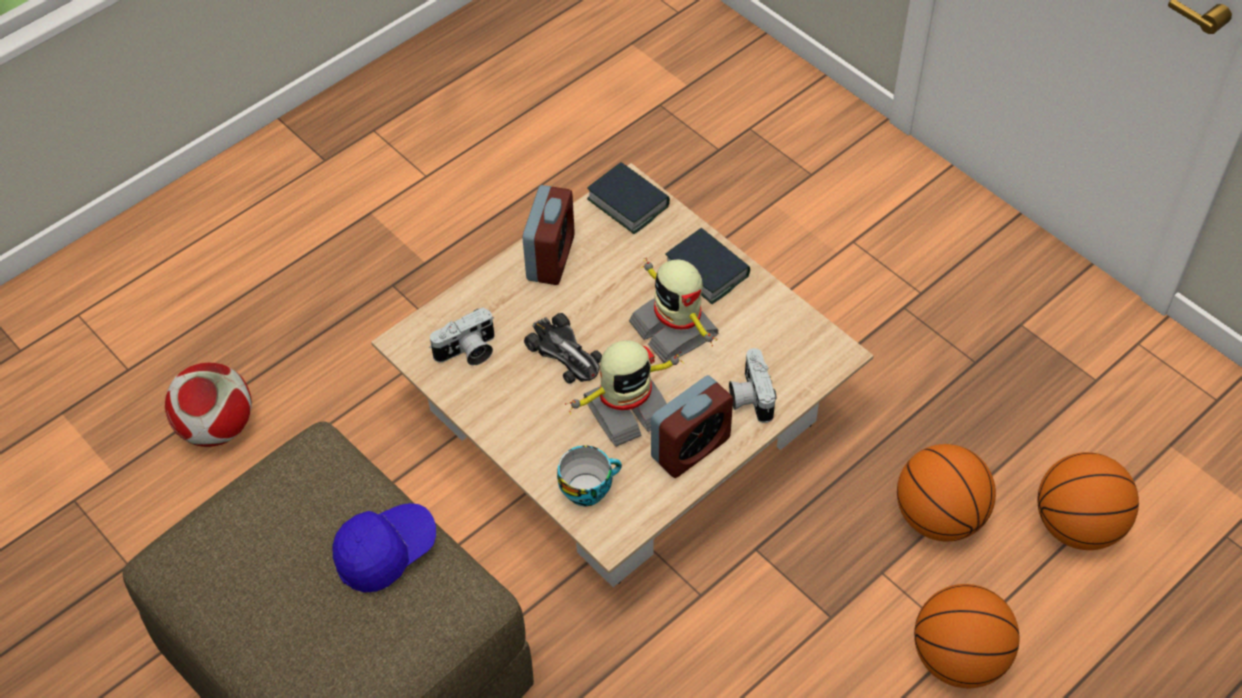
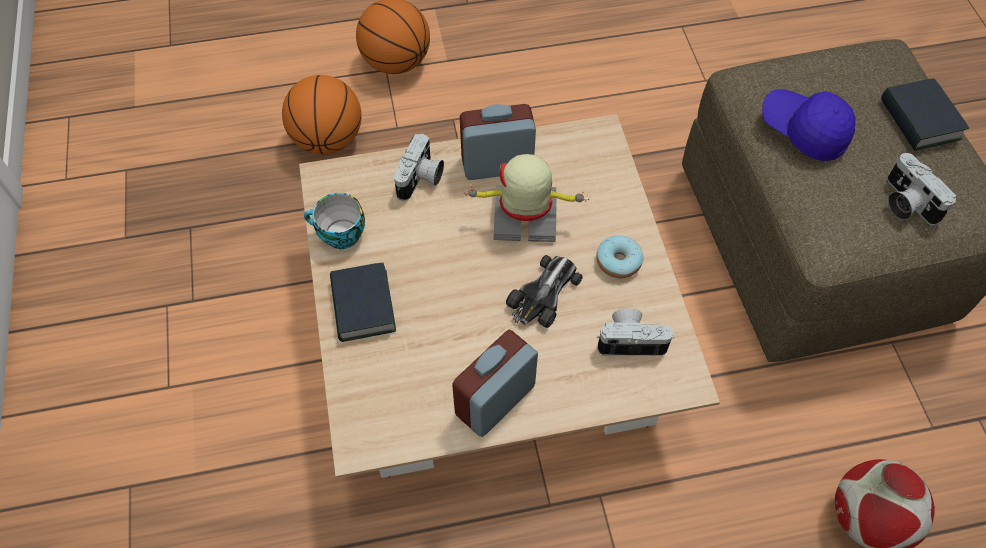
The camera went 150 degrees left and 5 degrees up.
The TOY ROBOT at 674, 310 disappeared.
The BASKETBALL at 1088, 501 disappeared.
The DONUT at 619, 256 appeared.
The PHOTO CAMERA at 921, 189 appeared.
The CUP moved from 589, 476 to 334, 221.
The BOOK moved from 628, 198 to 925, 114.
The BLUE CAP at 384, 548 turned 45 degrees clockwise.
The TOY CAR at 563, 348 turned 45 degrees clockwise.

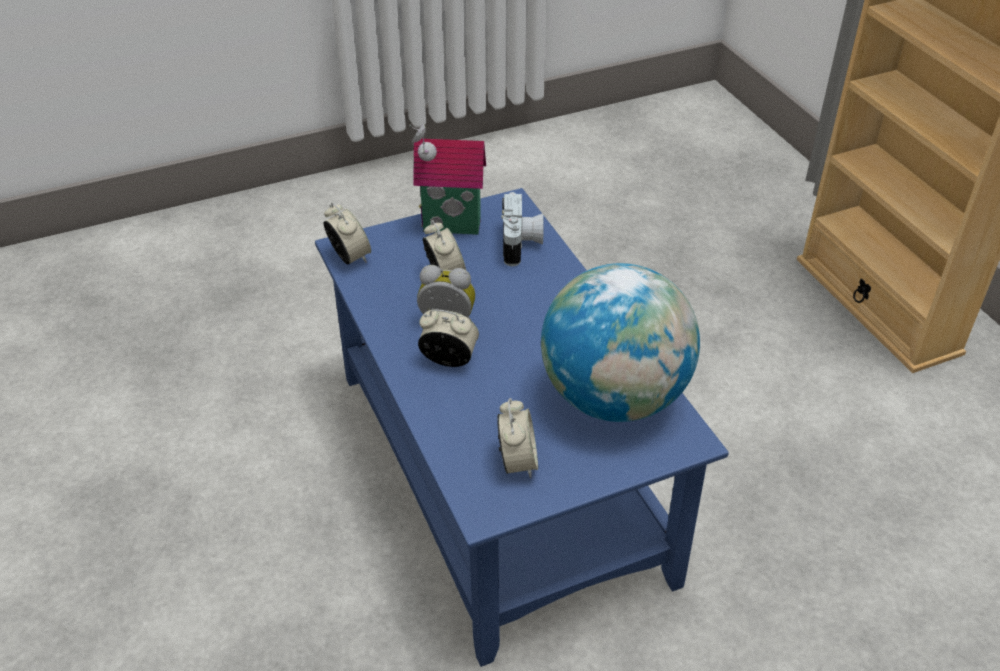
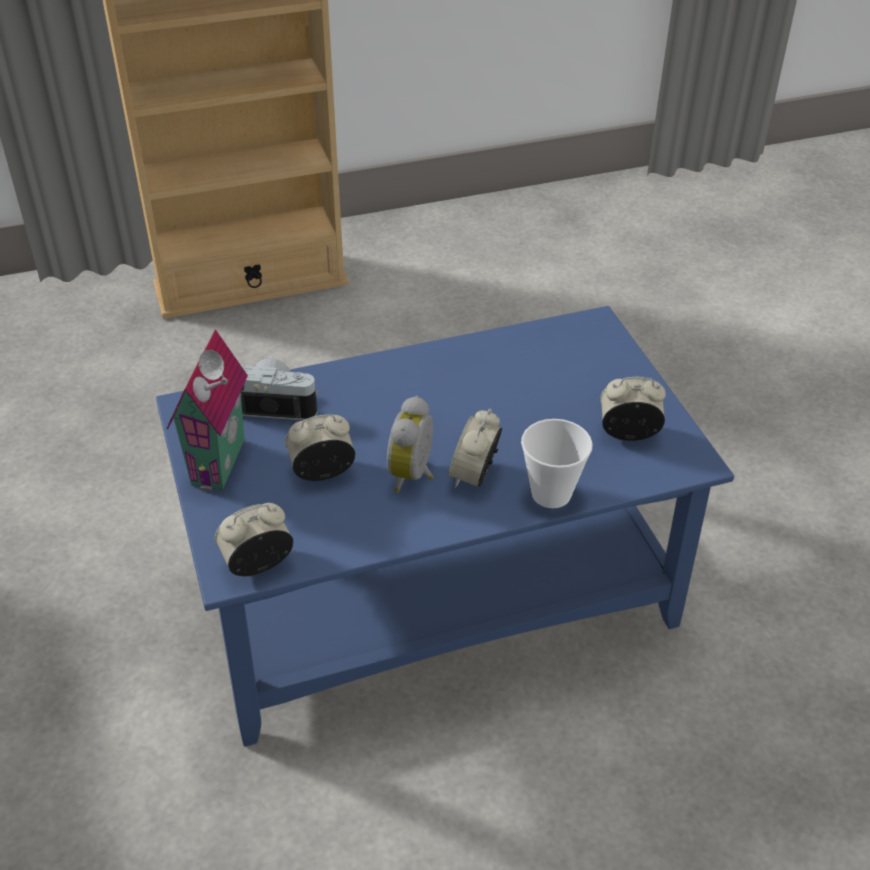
The camera went 85 degrees left and 0 degrees up.
The GLOBE at 620, 342 disappeared.
The CUP at 557, 463 appeared.

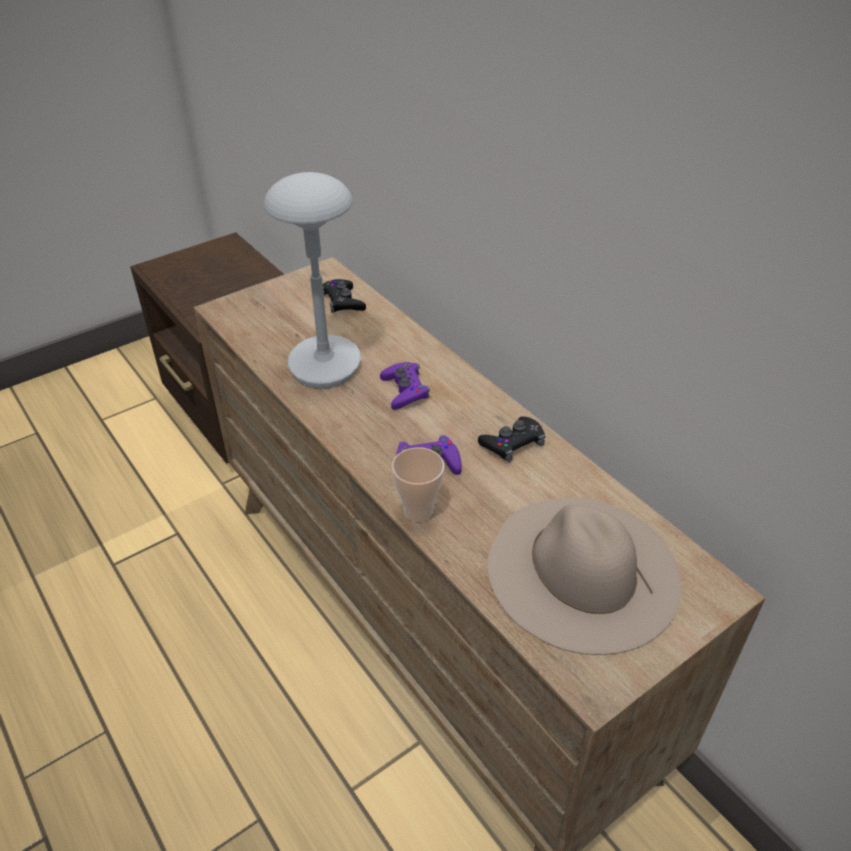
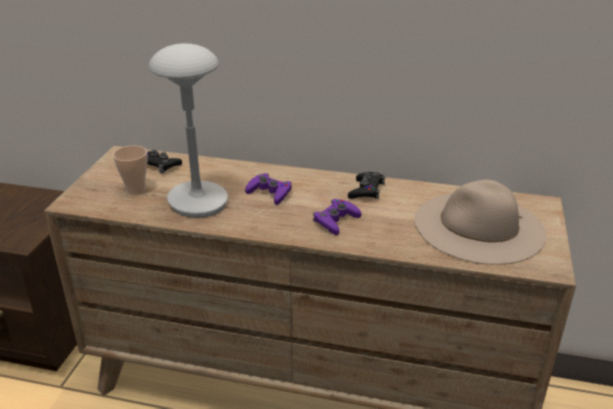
The camera went 40 degrees left and 10 degrees down.
The CUP moved from 418, 484 to 130, 170.

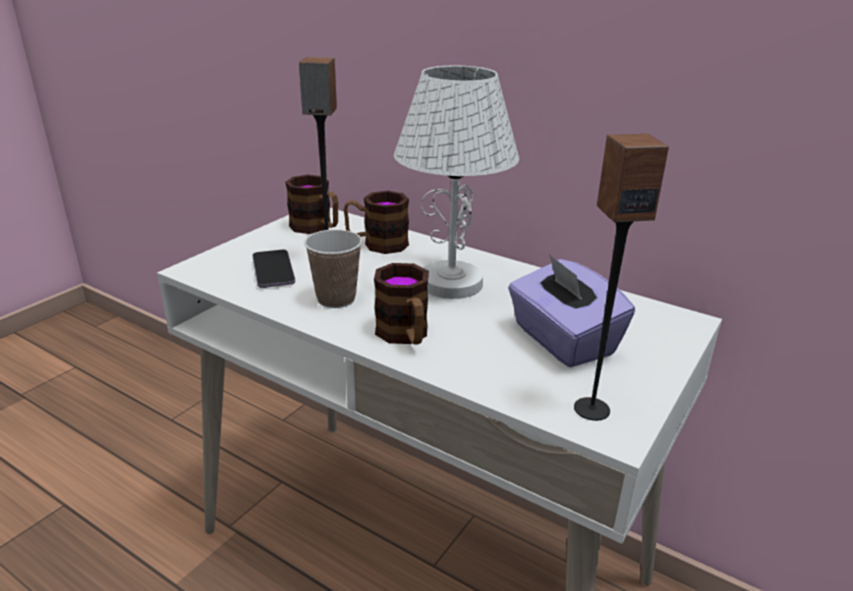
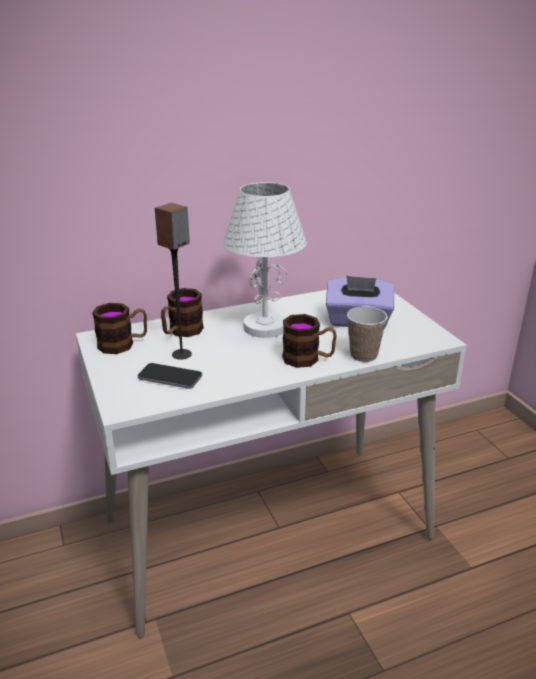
The camera went 55 degrees left and 0 degrees up.
The SPEAKER at 621, 277 disappeared.
The CUP moved from 333, 268 to 367, 334.

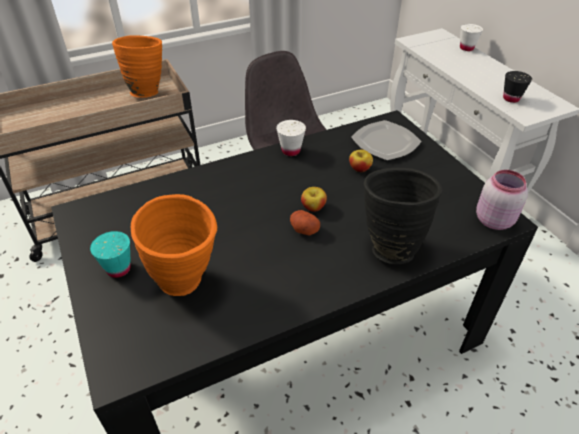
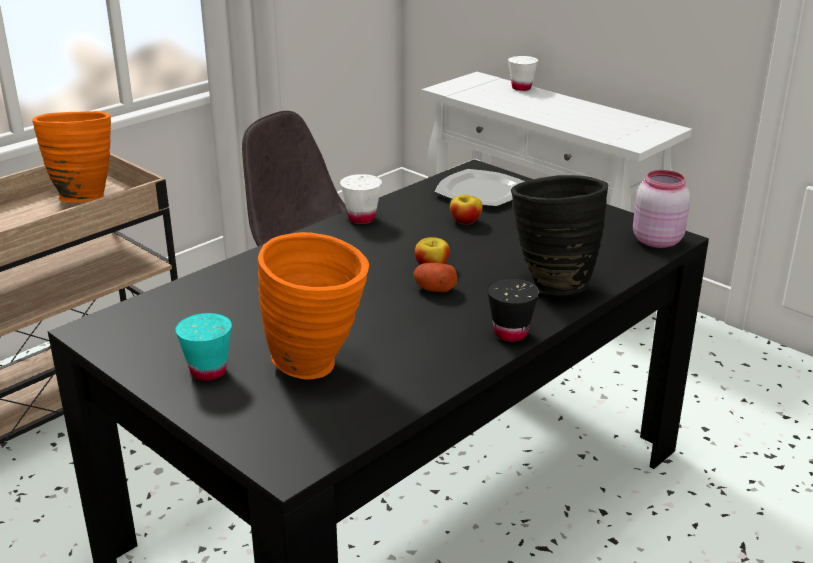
The camera went 20 degrees left and 15 degrees down.
The BLACK CUP moved from 517, 87 to 513, 310.

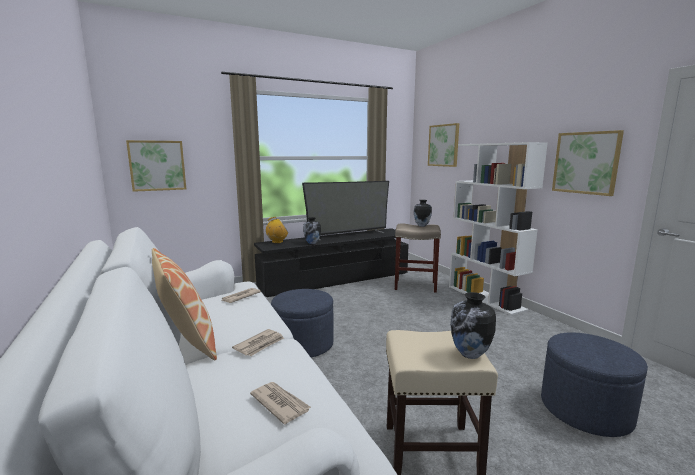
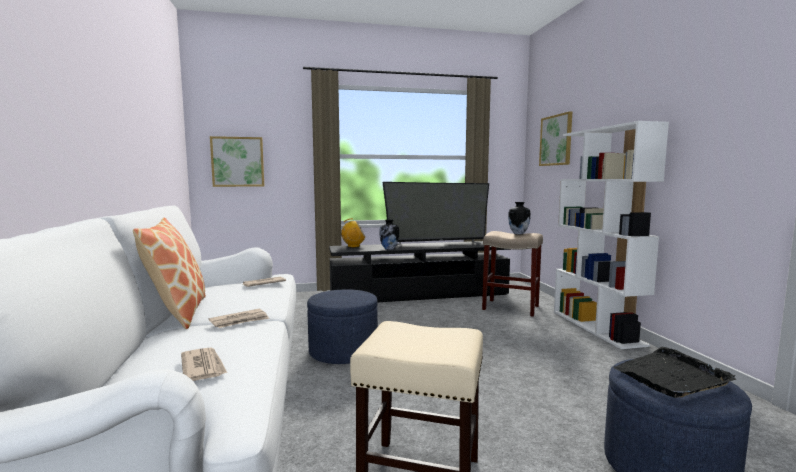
The camera went 15 degrees right and 5 degrees down.
The VASE at 473, 325 disappeared.
The PICTURE at 588, 163 disappeared.
The BLACK TRAY at 674, 372 appeared.

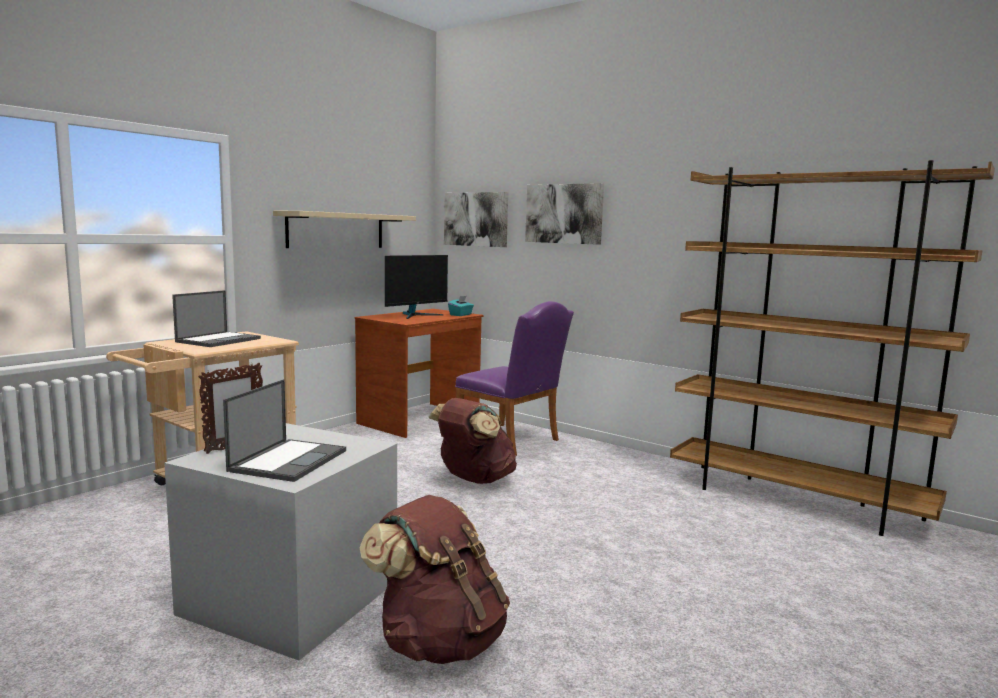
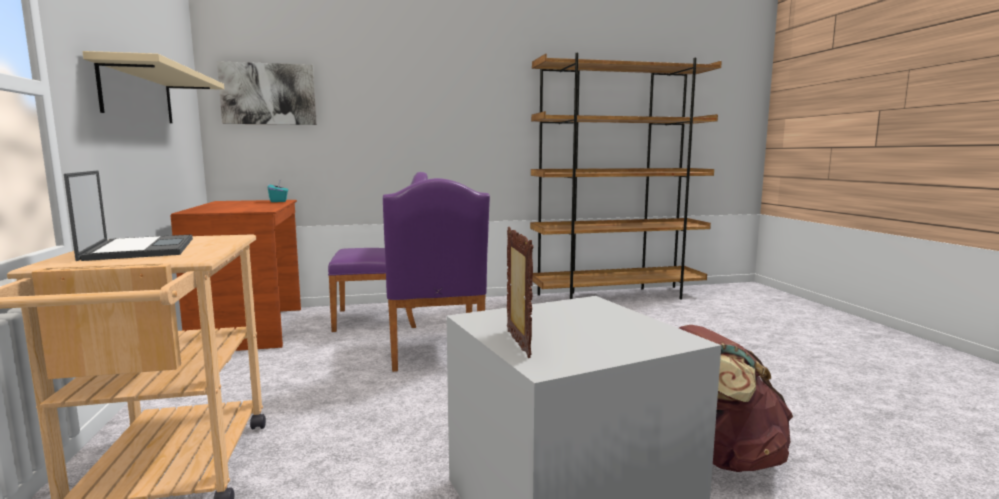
The camera went 50 degrees left and 0 degrees up.
The LAPTOP at 284, 430 disappeared.
The MONITOR at 416, 287 disappeared.
The PICTURE at 564, 214 disappeared.
The BROWN BACKPACK at 472, 441 was replaced by the PURPLE CHAIR at 436, 275.

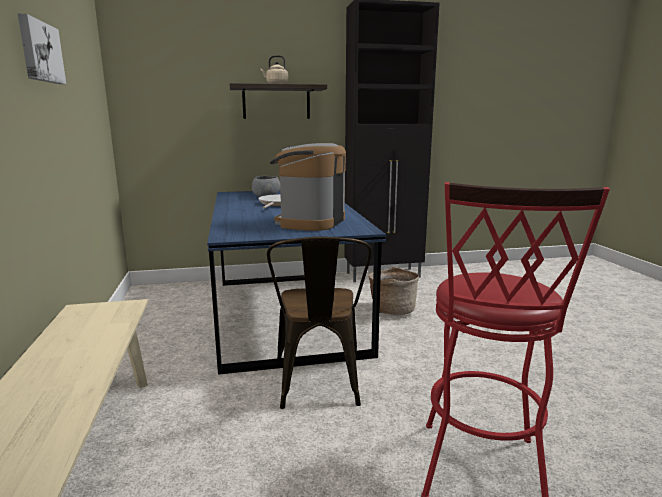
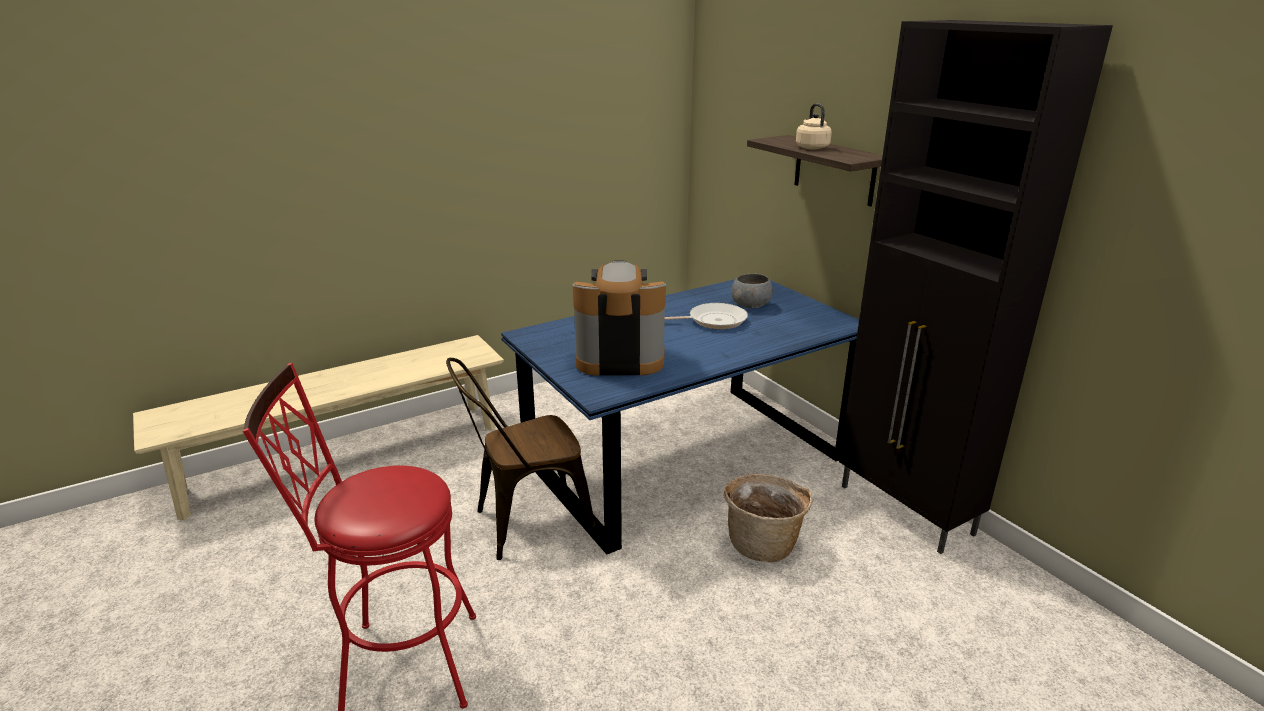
The camera went 70 degrees right and 10 degrees up.
The PICTURE at 42, 48 disappeared.

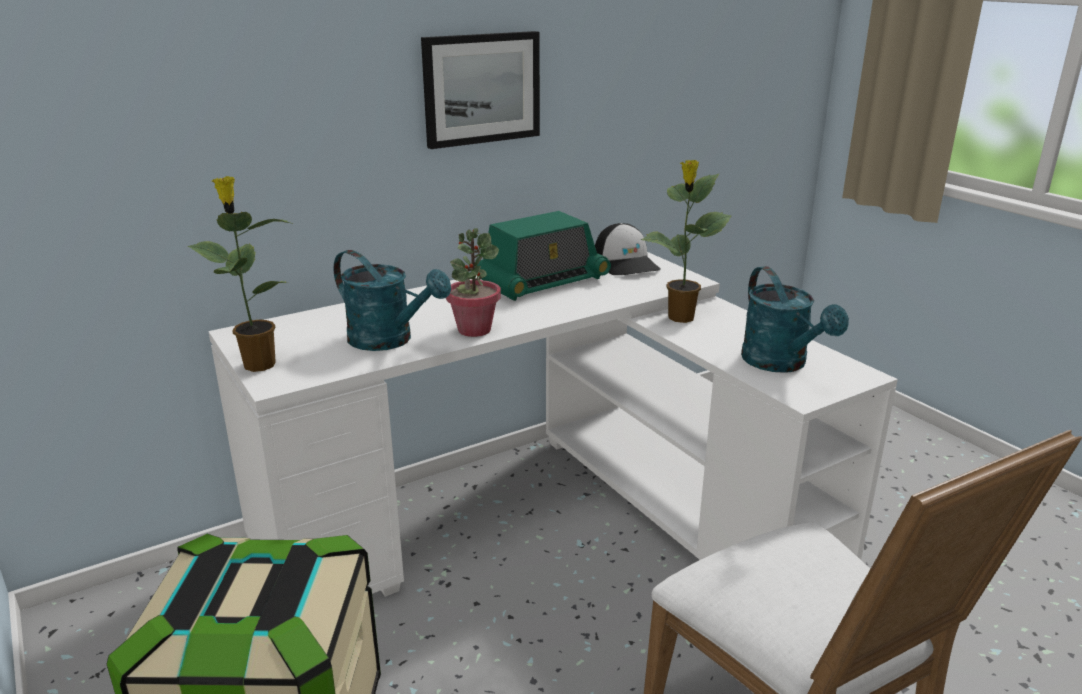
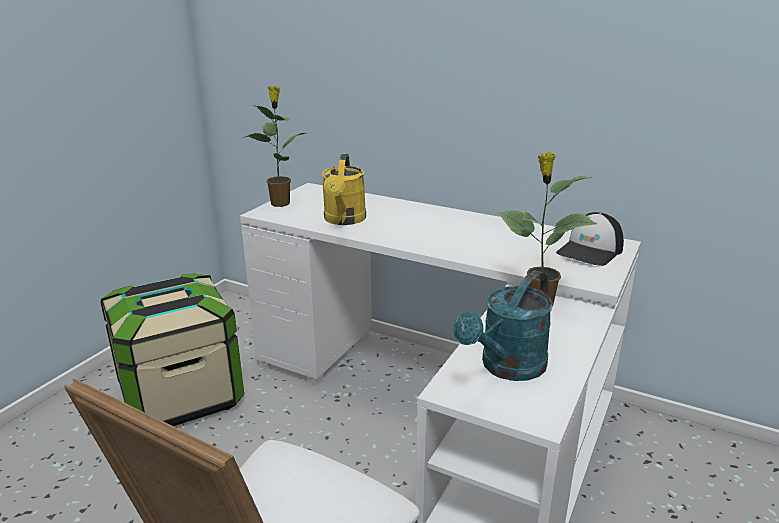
The camera went 60 degrees right and 0 degrees up.
The PICTURE at 480, 90 disappeared.
The POTTED PLANT at 473, 282 disappeared.
The RADIO at 544, 256 disappeared.
The TURQUOISE WATERING CAN at 392, 300 became the YELLOW WATERING CAN at 344, 189.

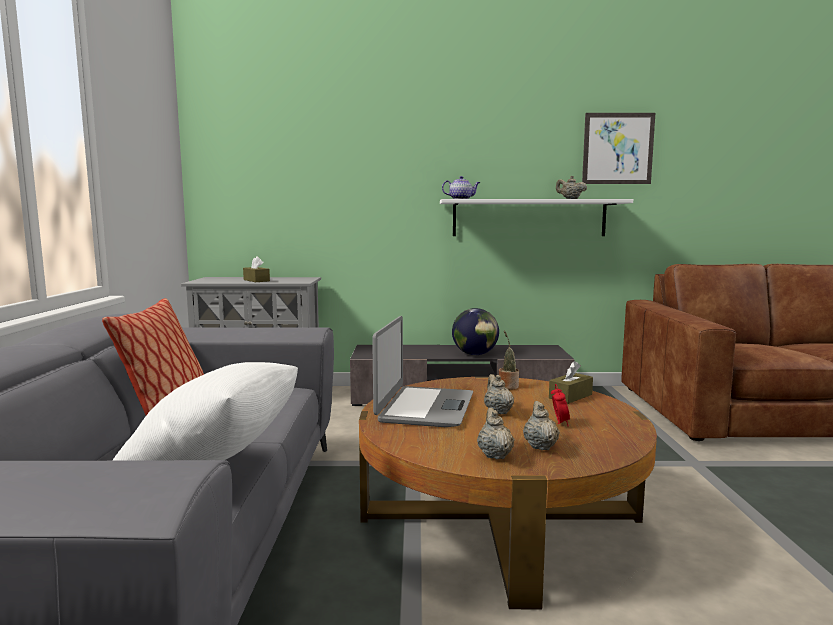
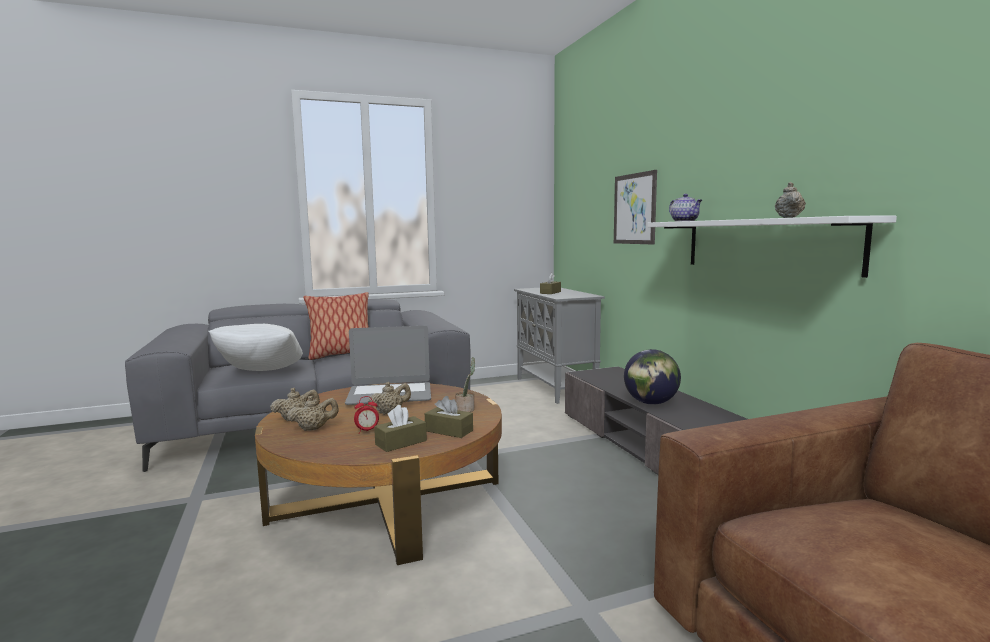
The camera went 70 degrees right and 0 degrees up.
The BROWN TISSUE BOX at 400, 428 appeared.
The PICTURE moved from 618, 148 to 635, 207.

